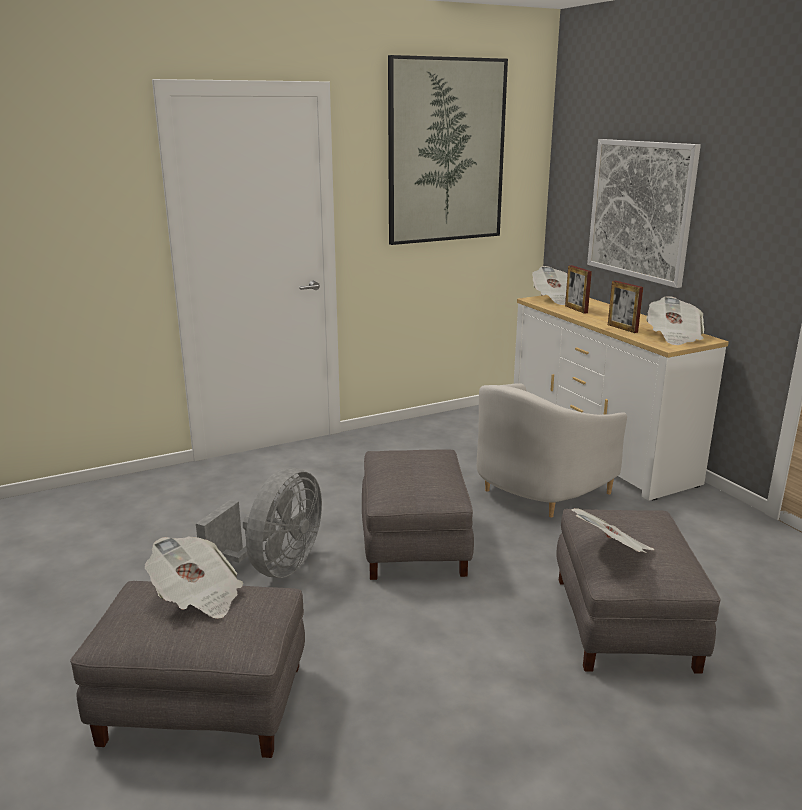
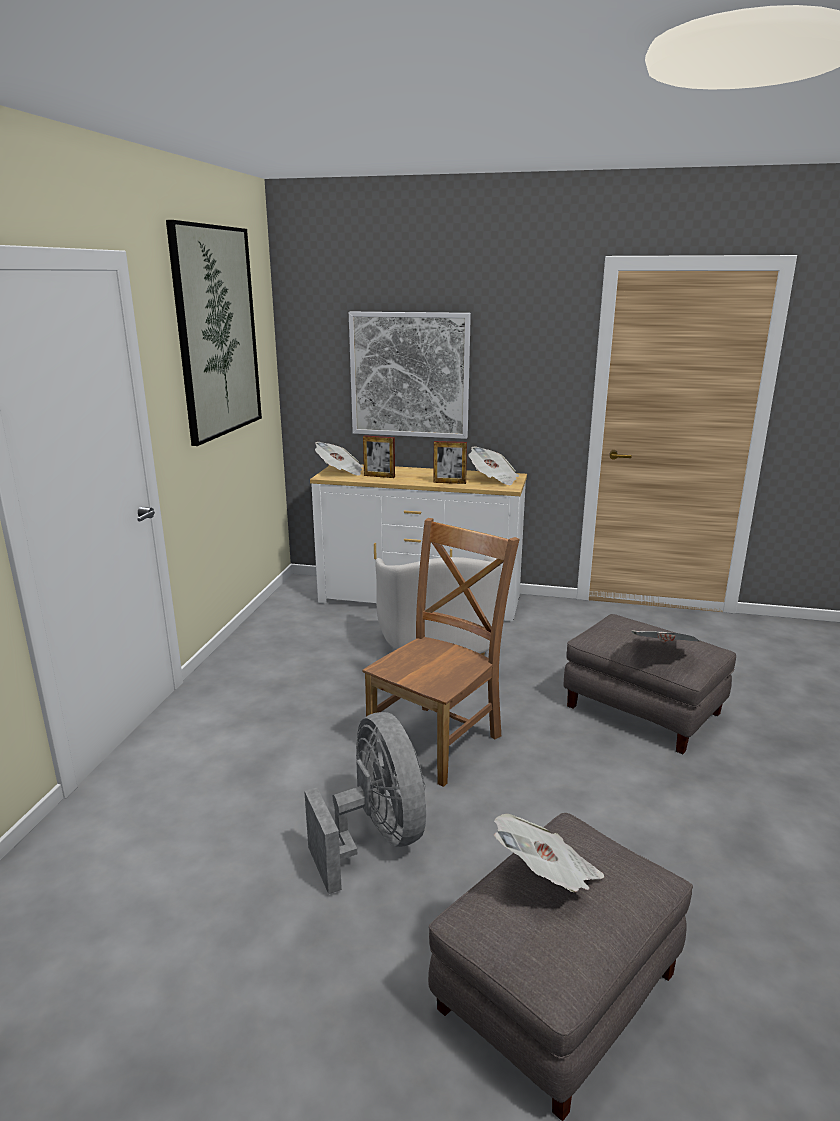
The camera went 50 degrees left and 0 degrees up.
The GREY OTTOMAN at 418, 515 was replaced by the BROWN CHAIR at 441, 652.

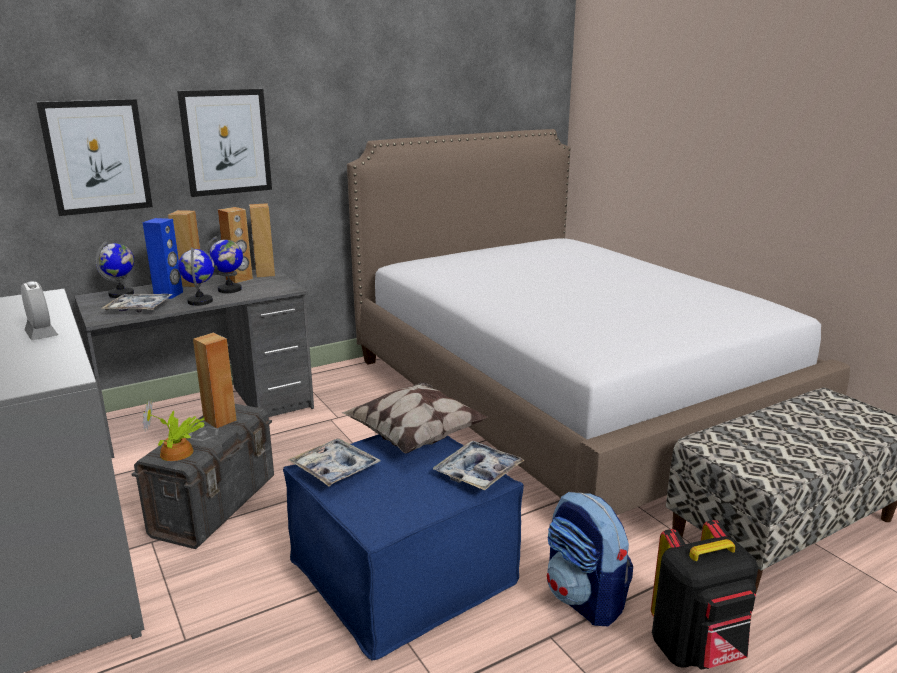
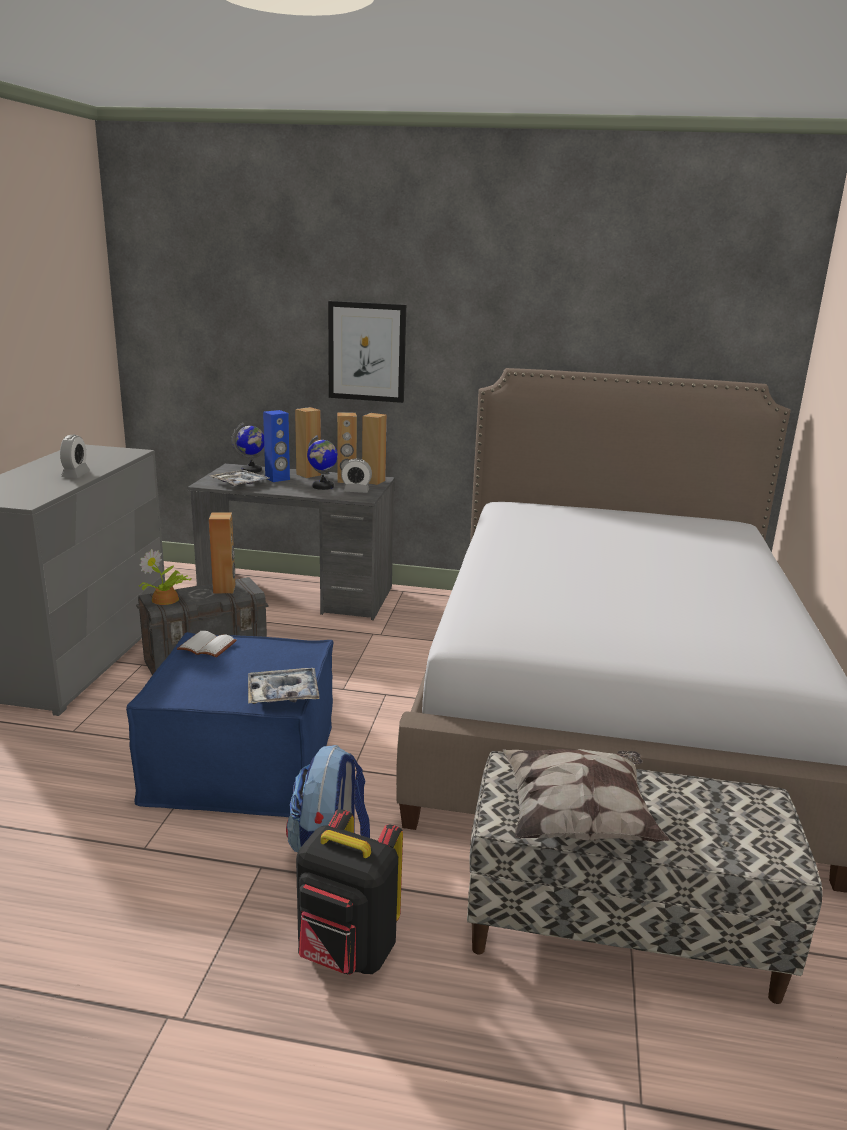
The camera went 40 degrees right and 0 degrees up.
The PICTURE at 94, 157 disappeared.
The GLOBE at 196, 276 disappeared.
The ALARM CLOCK at 356, 475 appeared.
The PILLOW moved from 415, 418 to 586, 795.
The TRAY at 334, 462 was replaced by the WHITE BOOK at 207, 644.

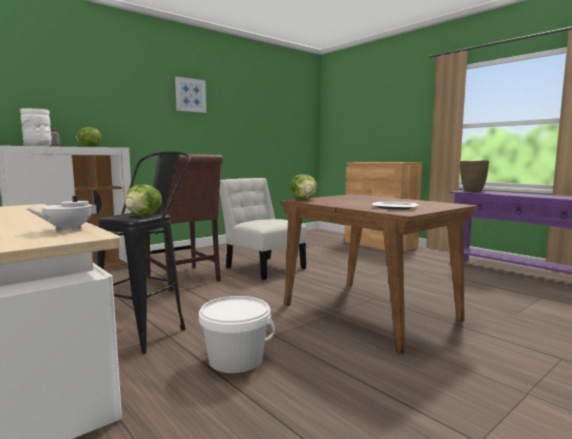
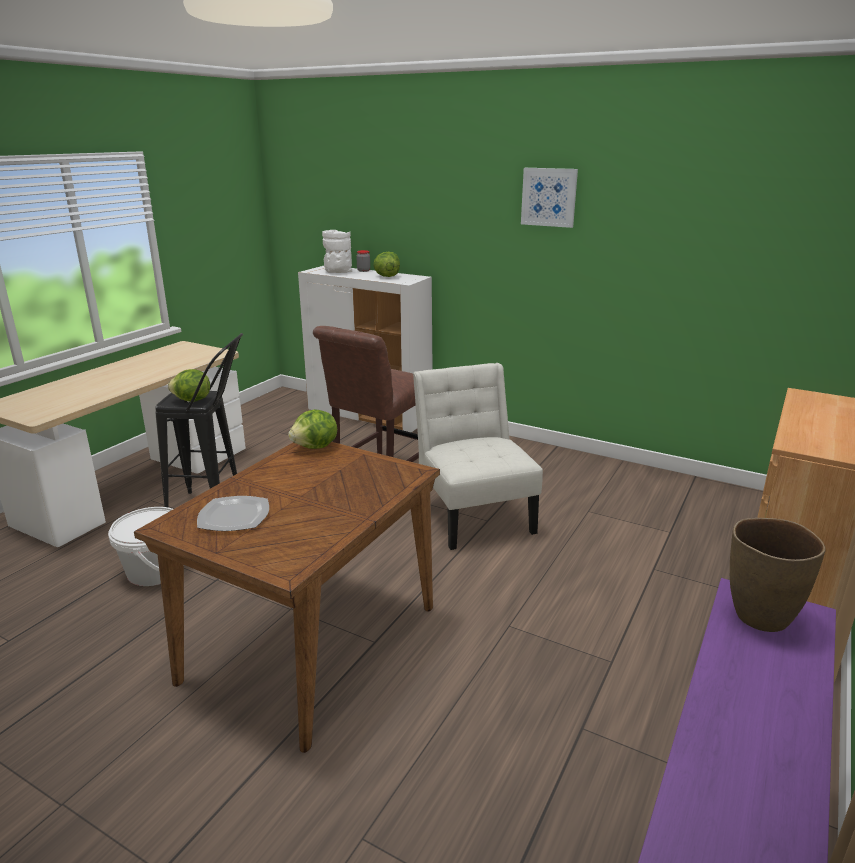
The camera went 70 degrees right and 15 degrees up.
The WHITE TEAPOT at 64, 210 disappeared.
The WHITE CHAIR at 263, 229 turned 45 degrees counterclockwise.

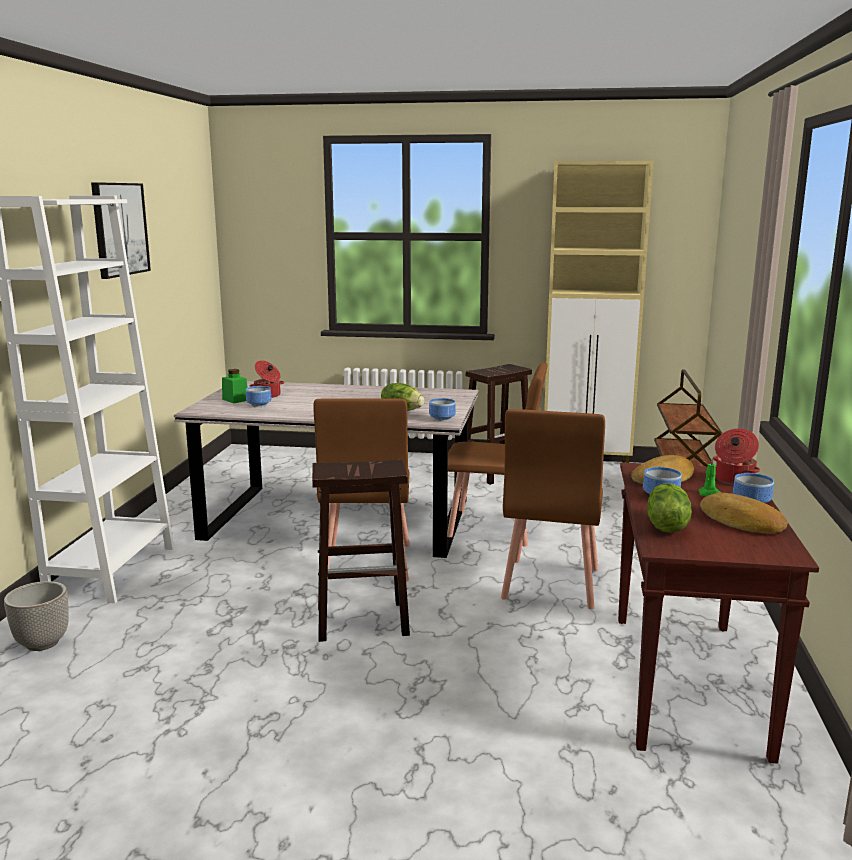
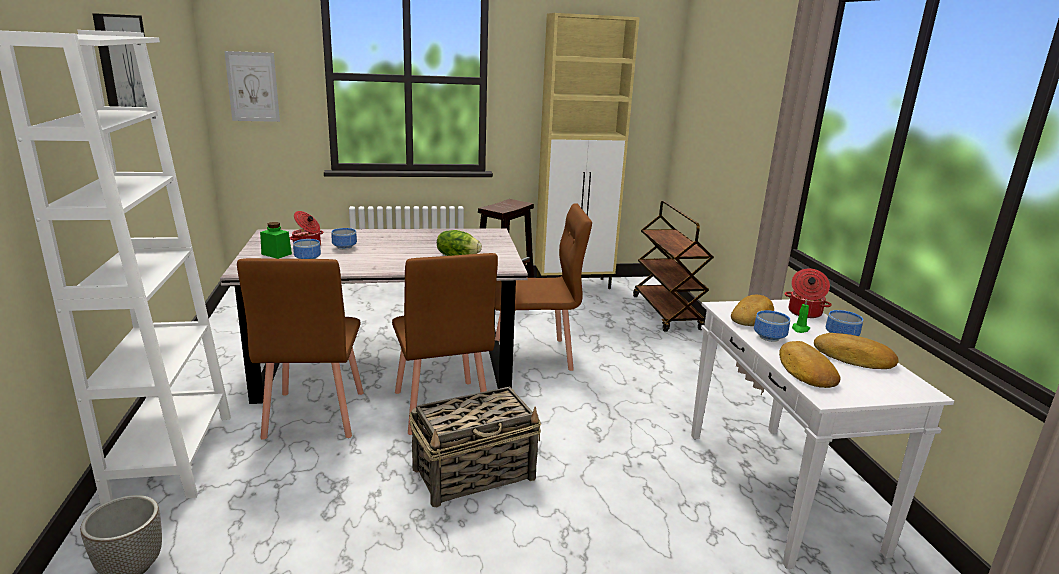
The camera went 20 degrees left and 5 degrees up.
The PICTURE at 252, 86 appeared.
The BOWL moved from 442, 409 to 344, 239.
The BROWN CHAIR moved from 553, 509 to 300, 349.
The BROWN STOOL at 361, 550 was replaced by the BASKET at 475, 447.
The LETTUCE at 669, 508 was replaced by the BREAD at 810, 364.
The BROWN CONSOLE TABLE at 718, 612 became the WHITE CONSOLE TABLE at 822, 434.

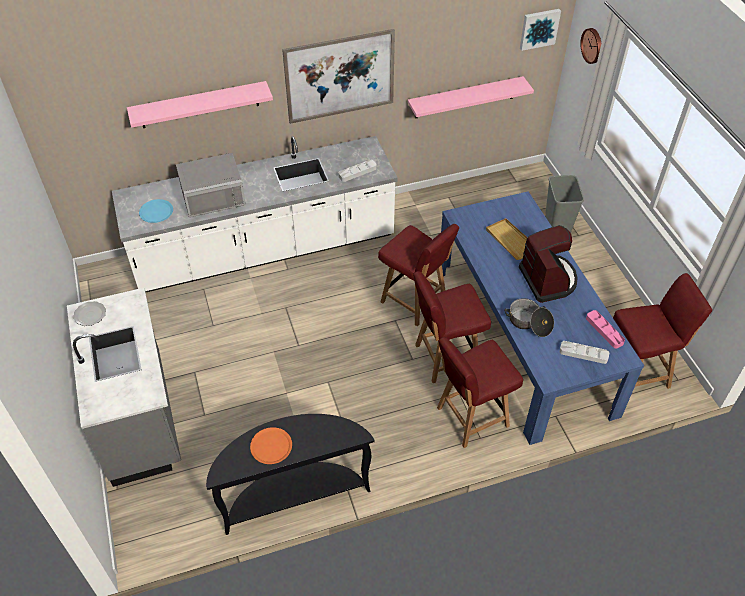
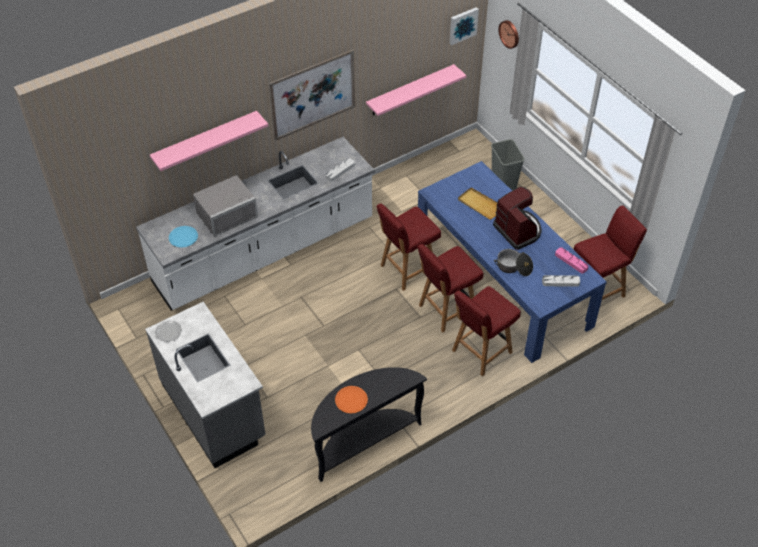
The camera went 15 degrees left and 0 degrees up.
The RED CHAIR at 418, 275 turned 120 degrees clockwise.

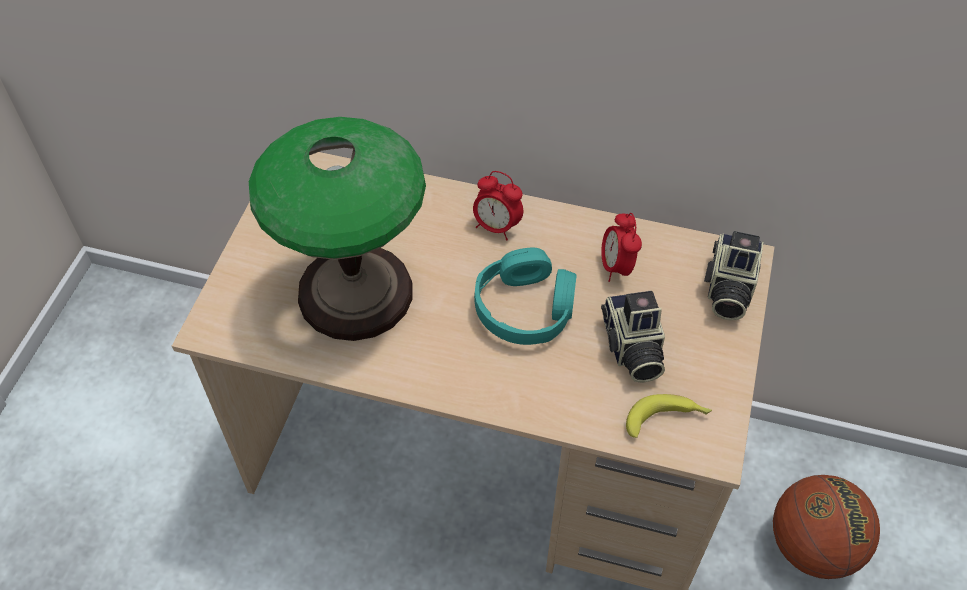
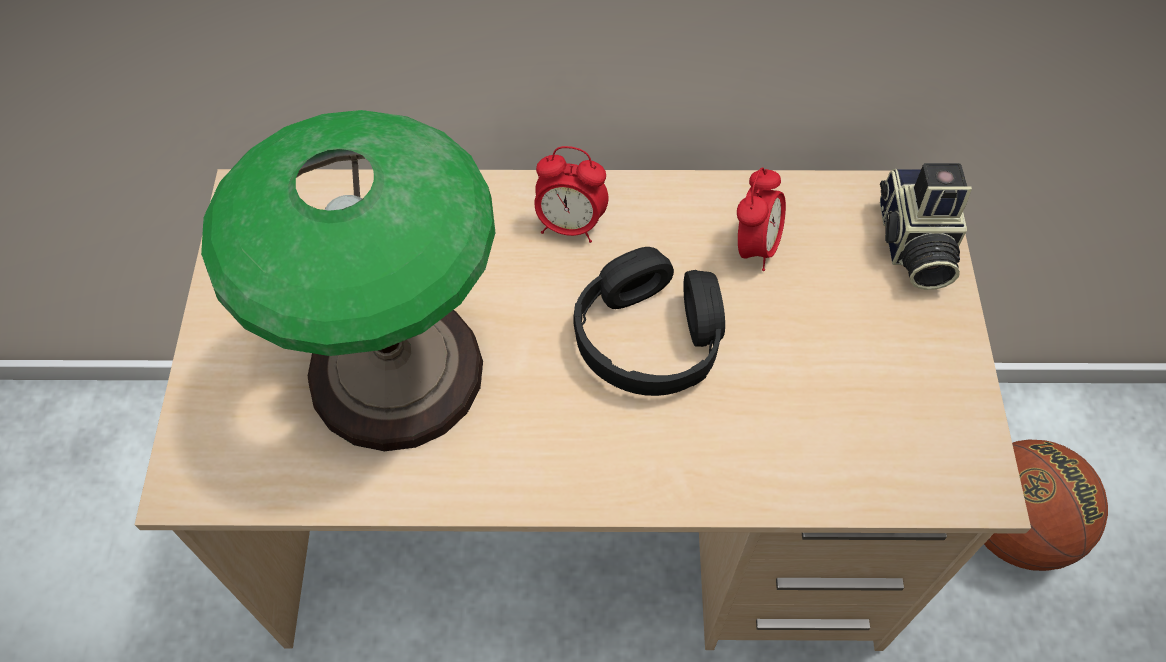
The camera went 15 degrees left and 5 degrees up.
The PHOTO CAMERA at 633, 337 disappeared.
The BANANA at 669, 416 disappeared.
The TURQUOISE HEADPHONES at 525, 296 became the BLACK HEADPHONES at 649, 321.
The ALARM CLOCK at 621, 247 turned 135 degrees counterclockwise.

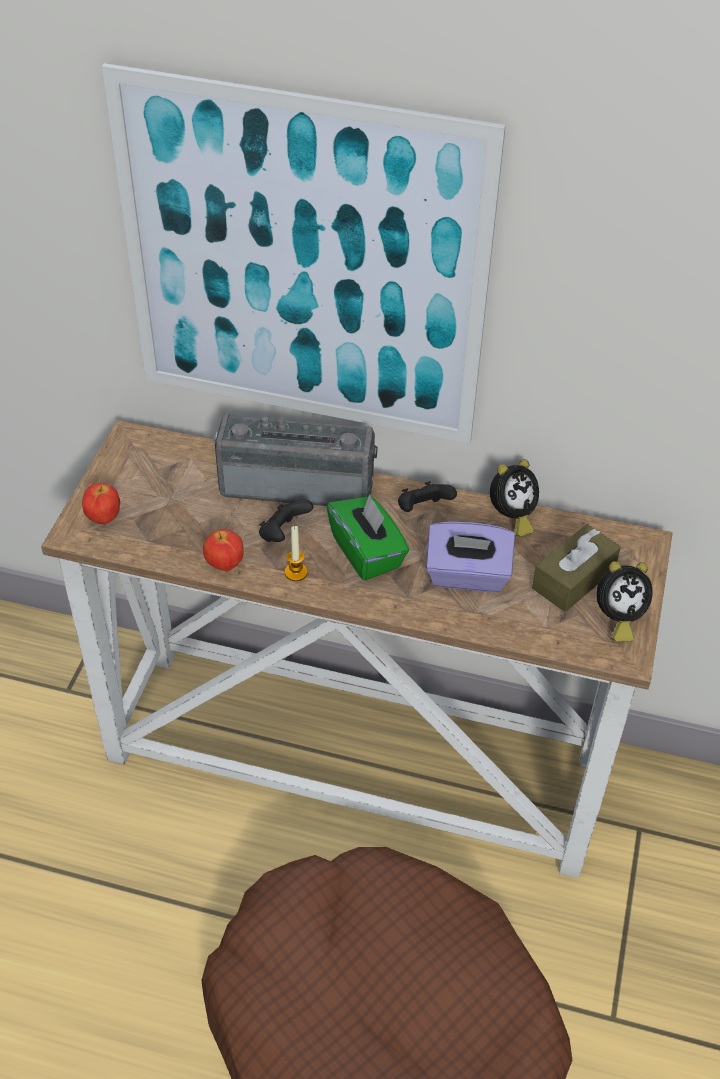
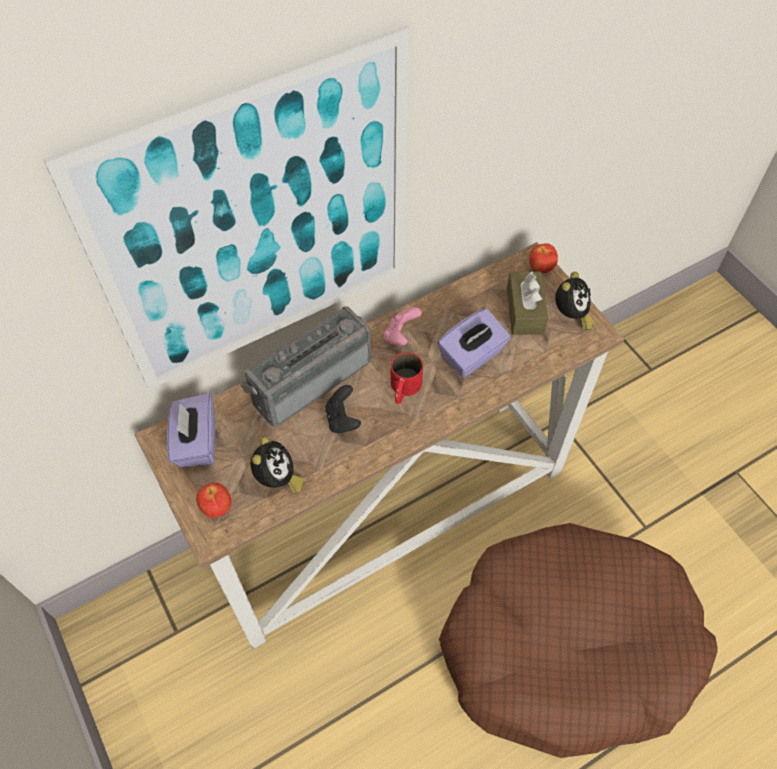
The camera went 45 degrees left and 10 degrees up.
The CANDLE at 296, 553 disappeared.
The PURPLE TISSUE BOX at 191, 430 appeared.
The APPLE moved from 223, 550 to 543, 258.
The ALARM CLOCK moved from 514, 498 to 277, 465.
The GREEN TISSUE BOX at 368, 537 was replaced by the RED MUG at 407, 378.
The BLACK GAME CONTROLLER at 427, 496 became the PINK GAME CONTROLLER at 402, 326.

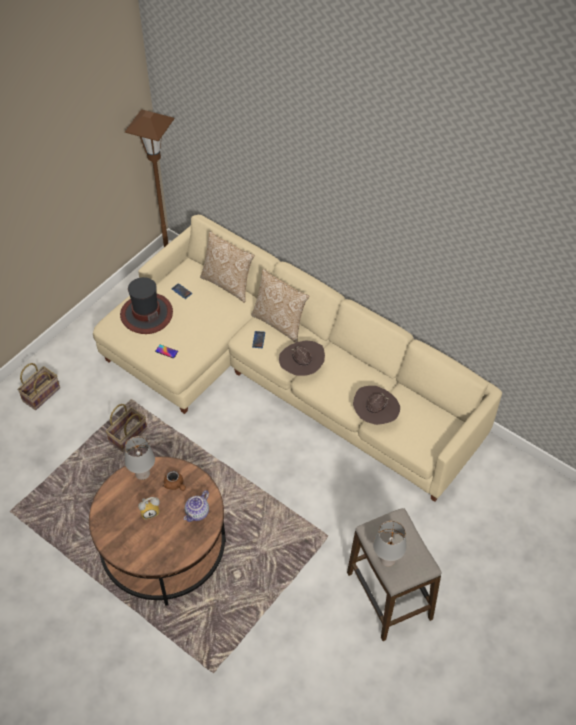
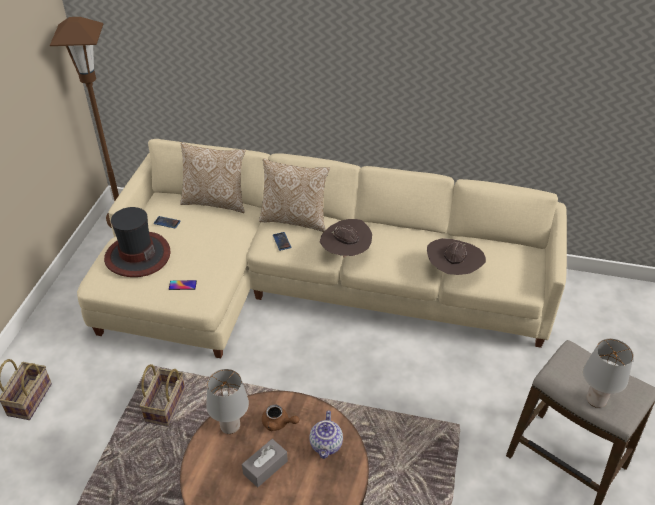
The camera went 25 degrees left and 10 degrees down.
The ALARM CLOCK at 149, 508 was replaced by the GREY TISSUE BOX at 265, 463.

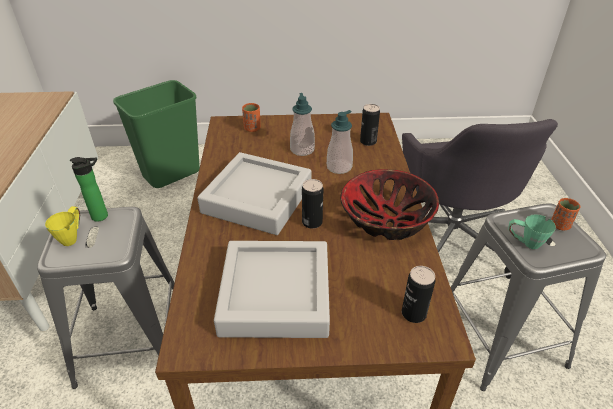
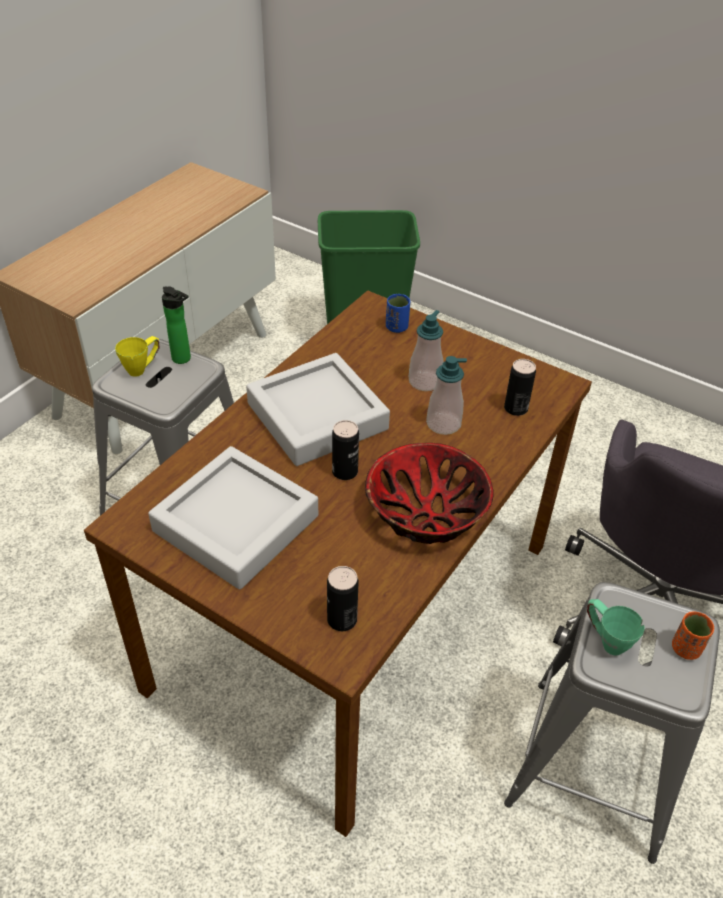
The camera went 35 degrees right and 5 degrees up.
The ORANGE CUP at 251, 117 became the BLUE CUP at 398, 313.

